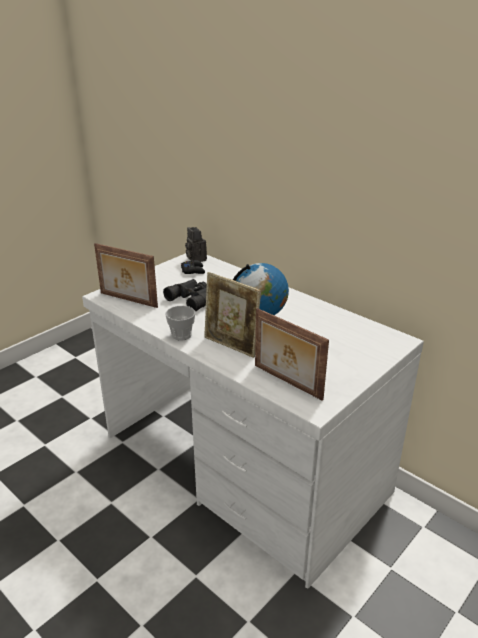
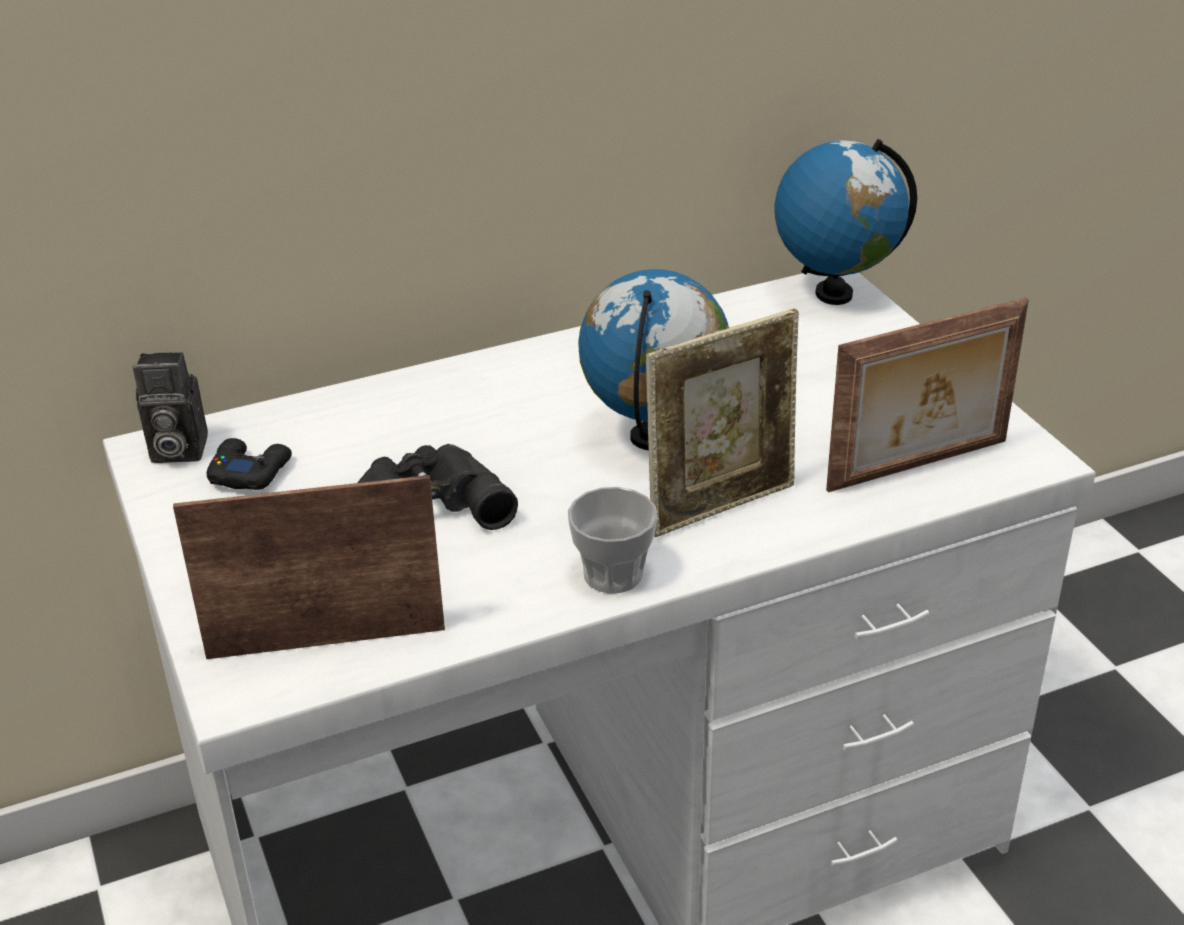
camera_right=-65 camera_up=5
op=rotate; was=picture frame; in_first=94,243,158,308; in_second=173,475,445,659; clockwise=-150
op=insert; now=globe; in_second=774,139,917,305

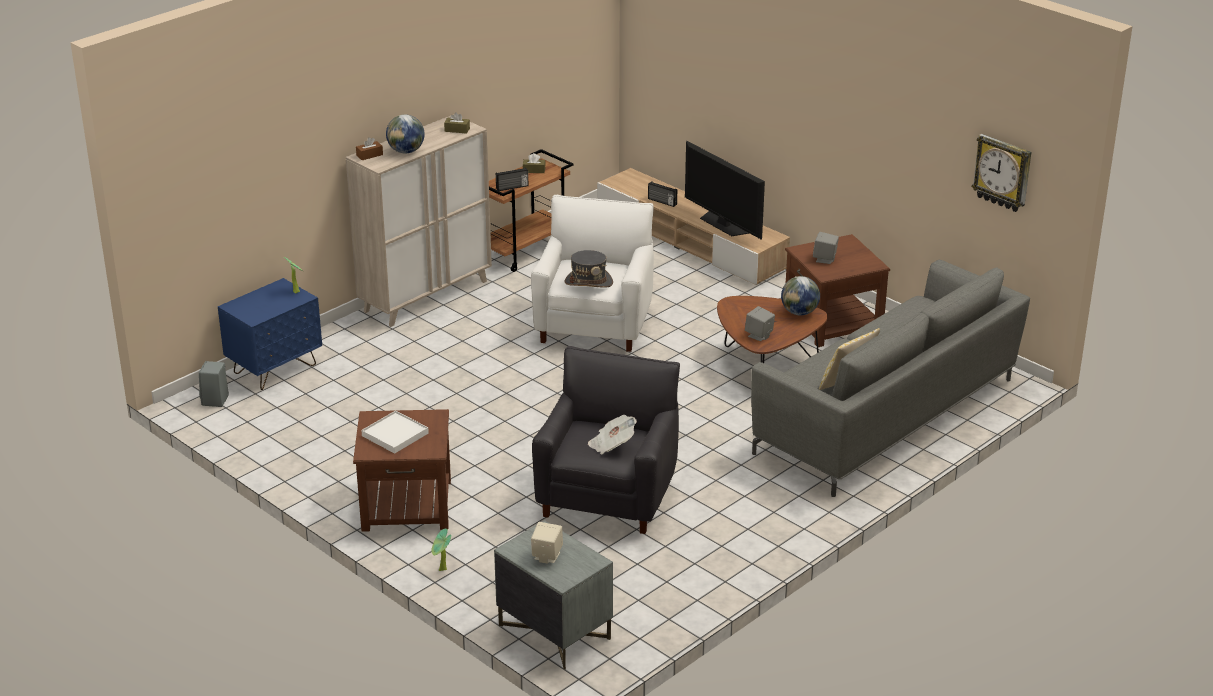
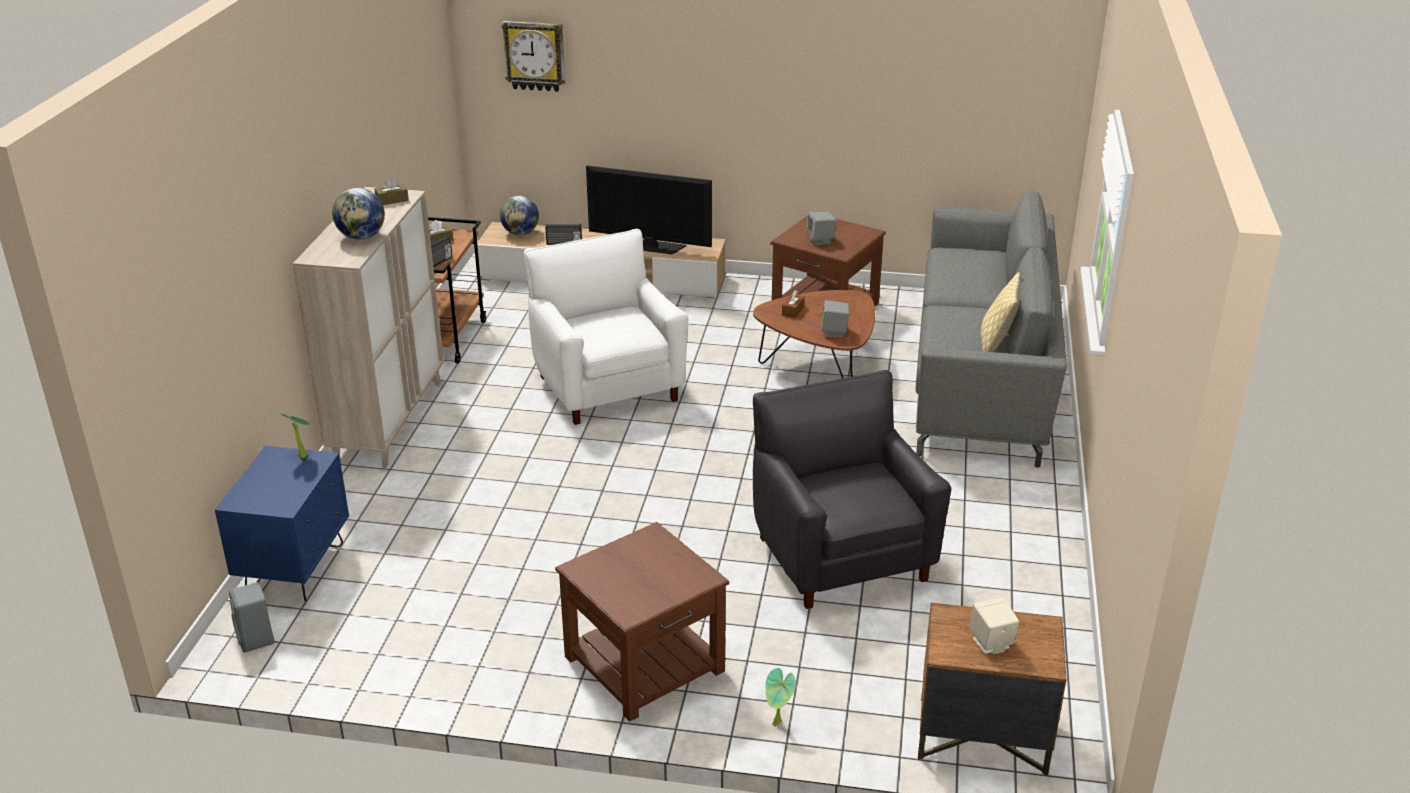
camera_right=-35 camera_up=0
op=move; was=globe; in_first=781,276,820,315; in_second=500,196,539,235
op=move; was=wall clock; in_first=972,134,1031,212; in_second=502,21,565,92
op=move; was=tissue box (brown); in_first=356,137,383,160; in_second=782,290,805,318
op=recolor; was=nightstand (grey); now=nightstand (brown); in_first=494,520,613,670; in_second=918,603,1066,776
op=delete; was=tray (white); in_first=361,410,429,454
op=delete; was=hat (grey); in_first=564,250,613,288
op=delete; was=newspaper; in_first=588,415,637,454

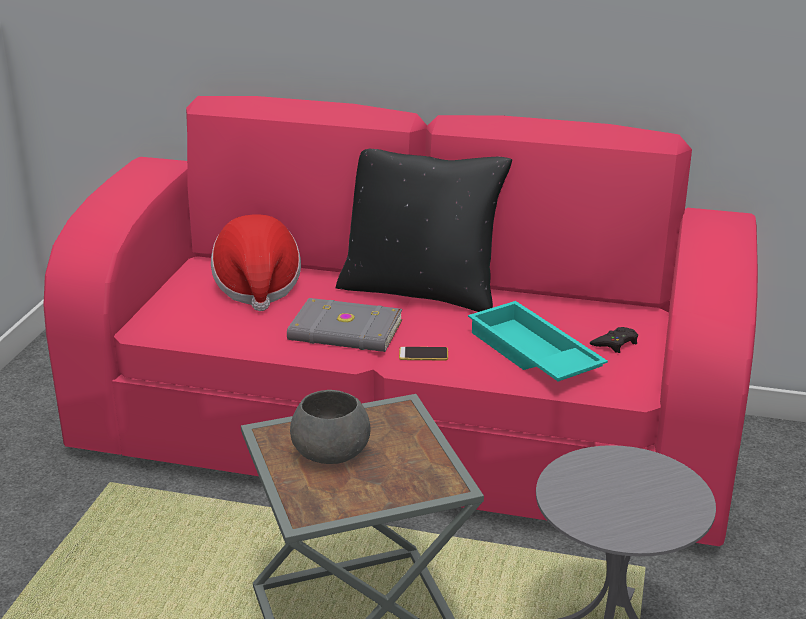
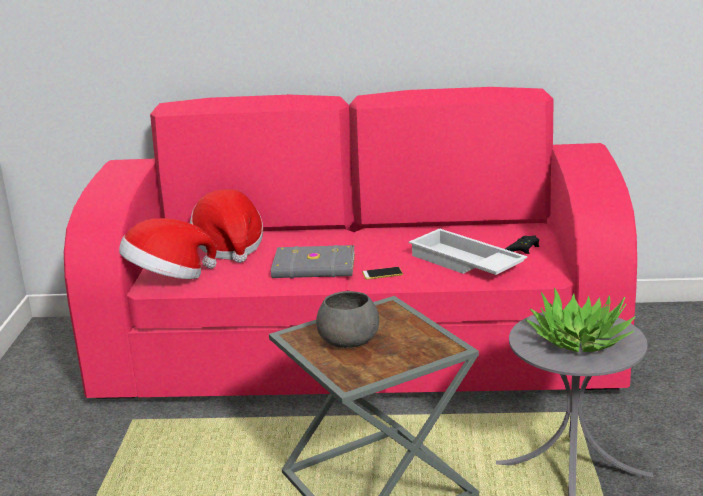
camera_right=-10 camera_up=-5
op=insert; now=hat; in_second=119,218,217,279
op=recolor; was=tray (turquoise); now=tray (white); in_first=468,301,608,382; in_second=408,228,527,275
op=insert; now=potted plant; in_second=526,288,635,352
op=delete; was=pillow (black); in_first=336,149,512,312

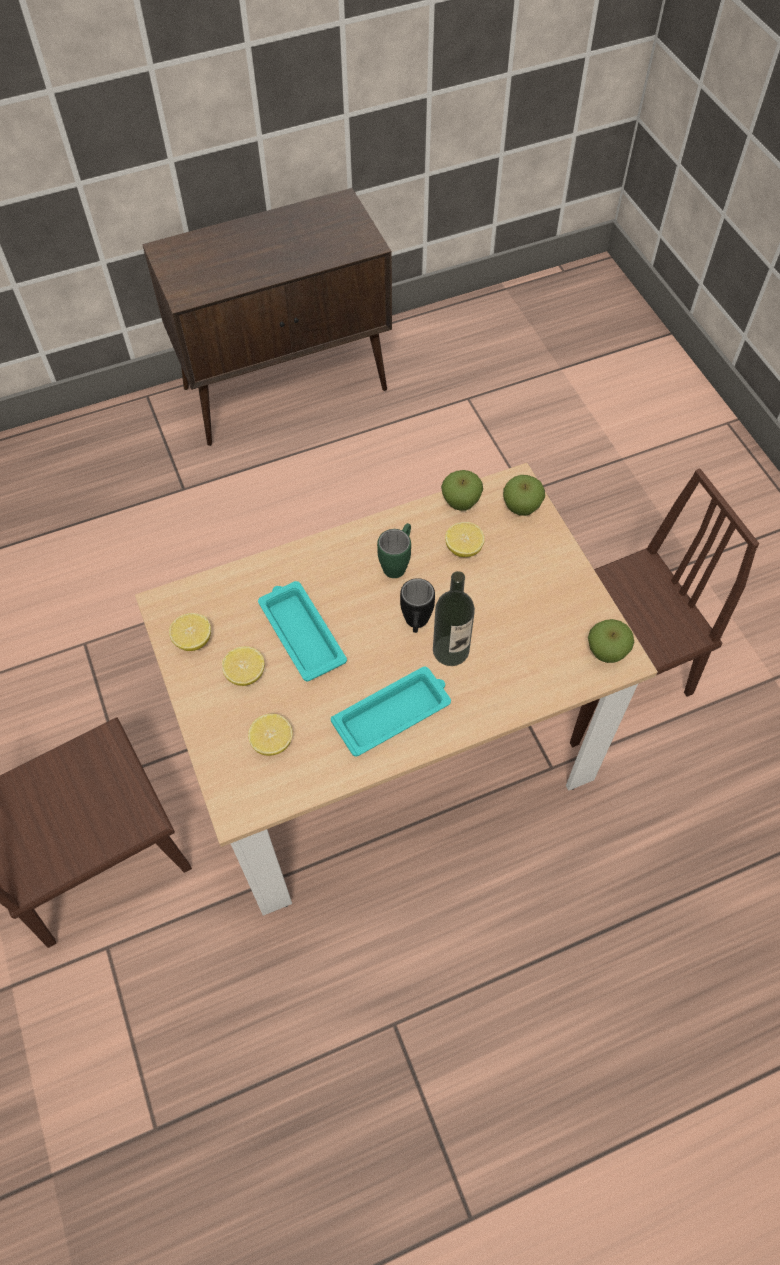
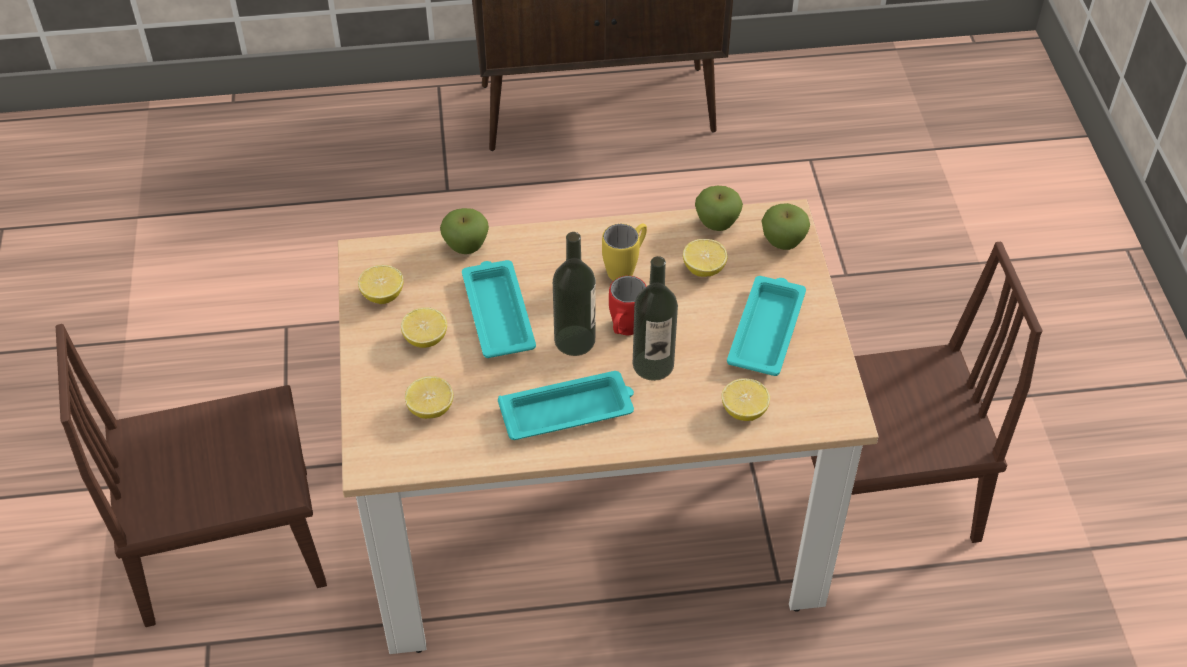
camera_right=15 camera_up=-10
op=move; was=apple; in_first=588,619,634,663; in_second=440,208,489,254
op=insert; now=bottle; in_second=553,232,596,356
op=recolor; was=mug (green); now=mug (yellow); in_first=377,523,411,578; in_second=602,224,647,281
op=recolor; was=mug (black); now=mug (red); in_first=400,578,435,633; in_second=609,276,647,335
op=insert; now=lemon; in_second=721,378,770,421
op=insert; now=tray (turquoise); in_second=727,276,806,376

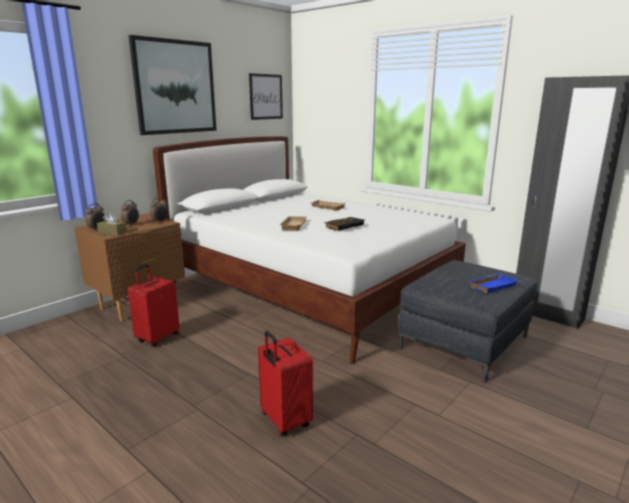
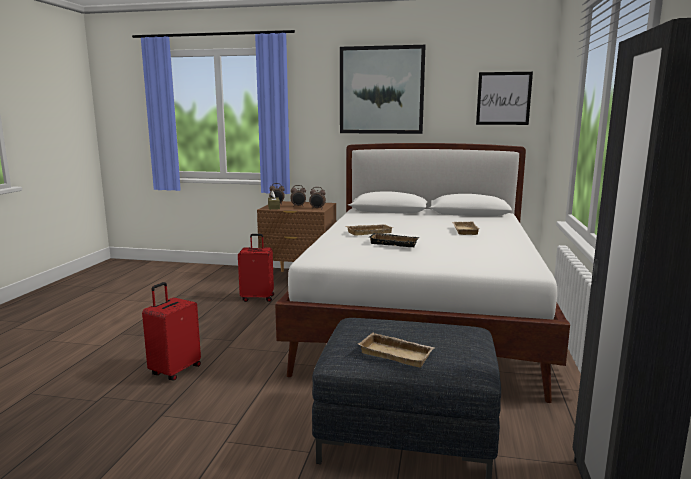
camera_right=60 camera_up=-5
op=recolor; was=tray (blue); now=tray (beige); in_first=469,273,518,293; in_second=358,332,435,368

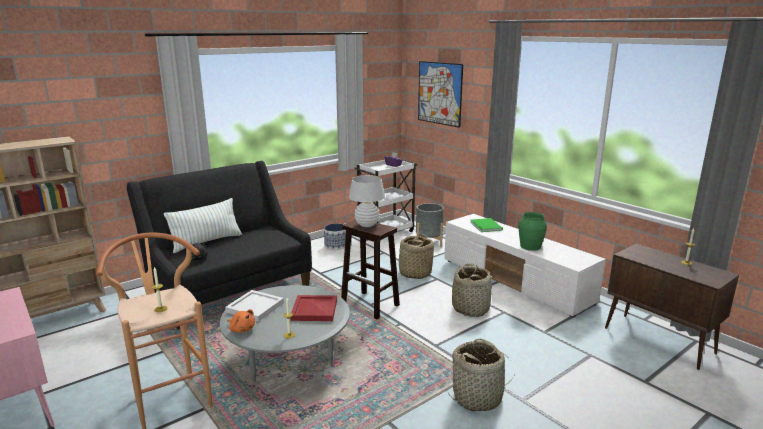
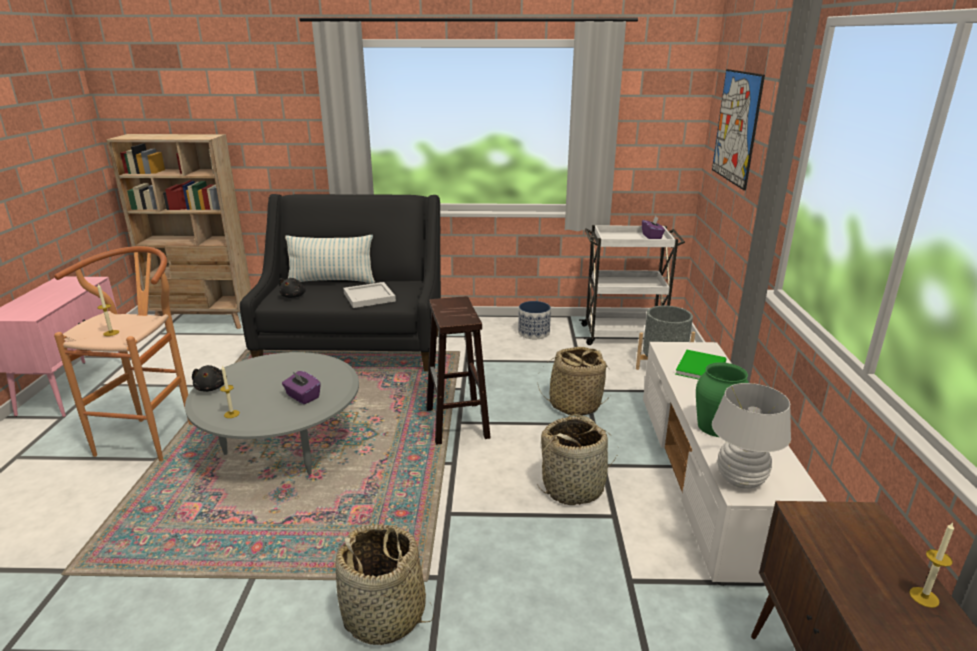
camera_right=40 camera_up=5
op=recolor; was=plush toy (orange); now=plush toy (black); in_first=227,309,255,333; in_second=192,365,227,392
op=replace; was=tray (red); now=tissue box (purple); in_first=290,295,337,321; in_second=282,371,321,404
op=move; was=tray (white); in_first=225,290,284,322; in_second=343,282,396,308
op=move; was=table lamp (white); in_first=349,175,385,227; in_second=712,383,791,488

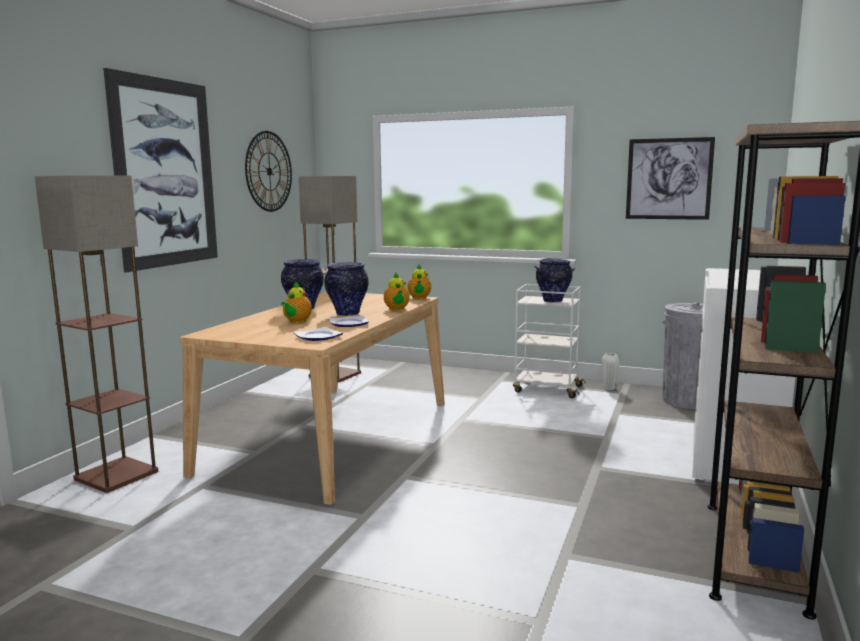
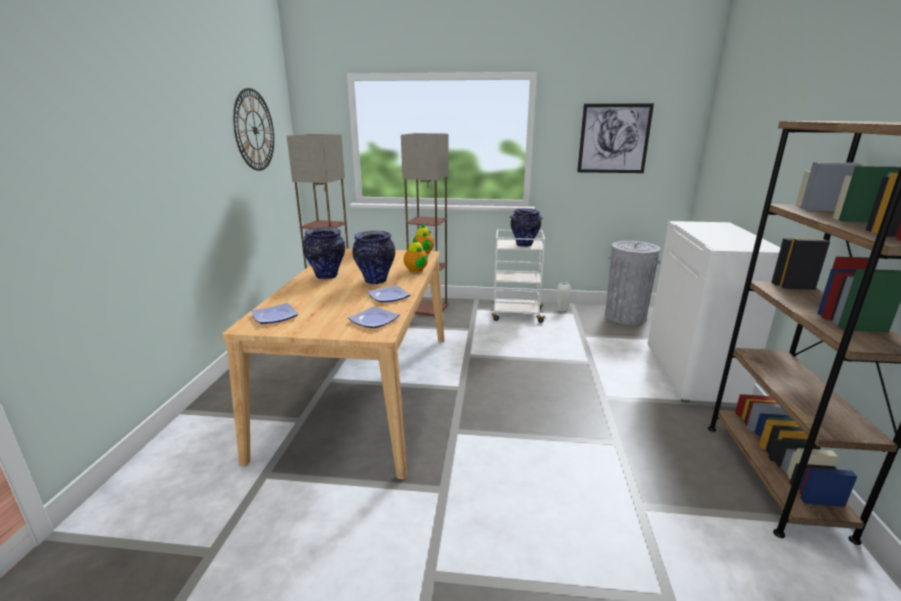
camera_right=-15 camera_up=10
op=insert; now=plate; in_second=252,303,298,324
op=move; was=floor lamp; in_first=35,176,158,493; in_second=401,133,449,316
op=delete; was=picture; in_first=103,68,218,273
op=delete; was=teapot; in_first=281,281,312,323

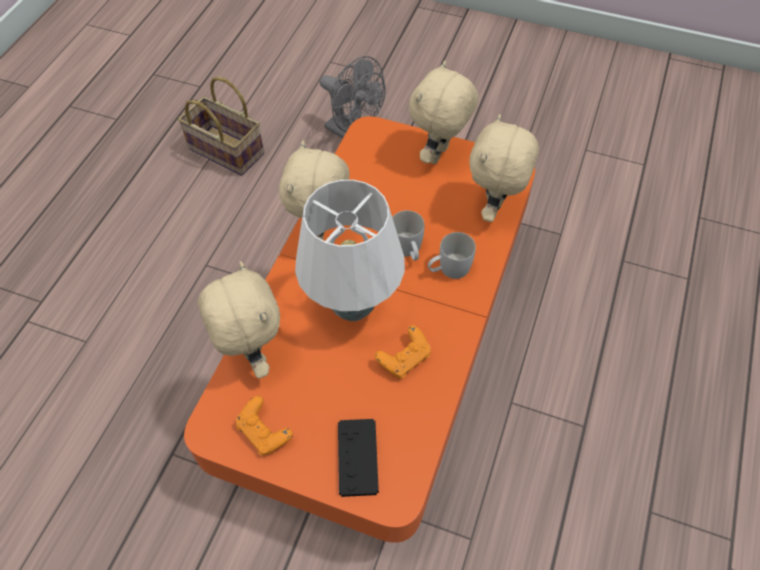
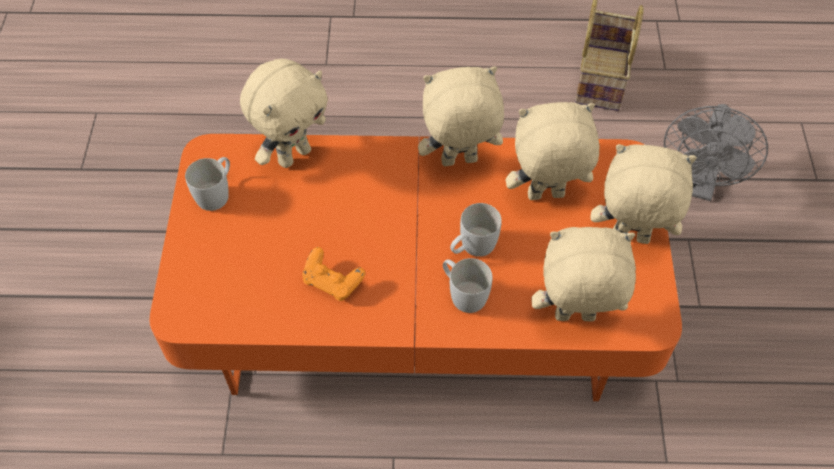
camera_right=70 camera_up=0
op=replace; was=game controller (orange); now=mug (white); in_first=236,396,293,456; in_second=185,157,230,211
op=insert; now=plush toy (beige); in_second=506,102,599,200
op=delete; was=table lamp (white); in_first=295,180,405,321
op=delete; was=game controller (black); in_first=338,419,379,497

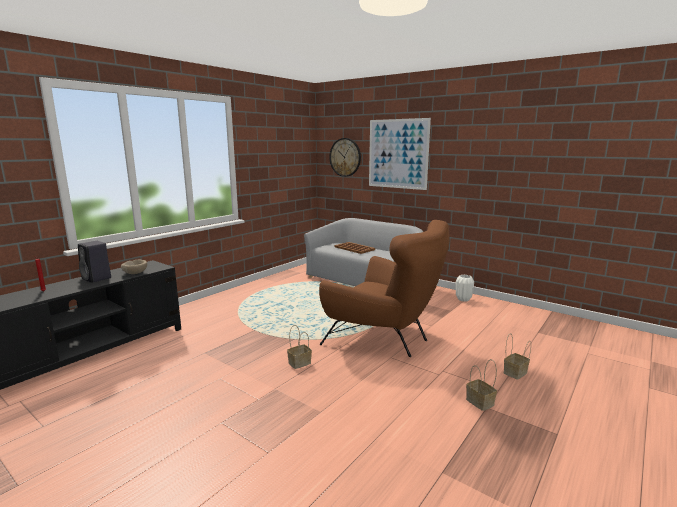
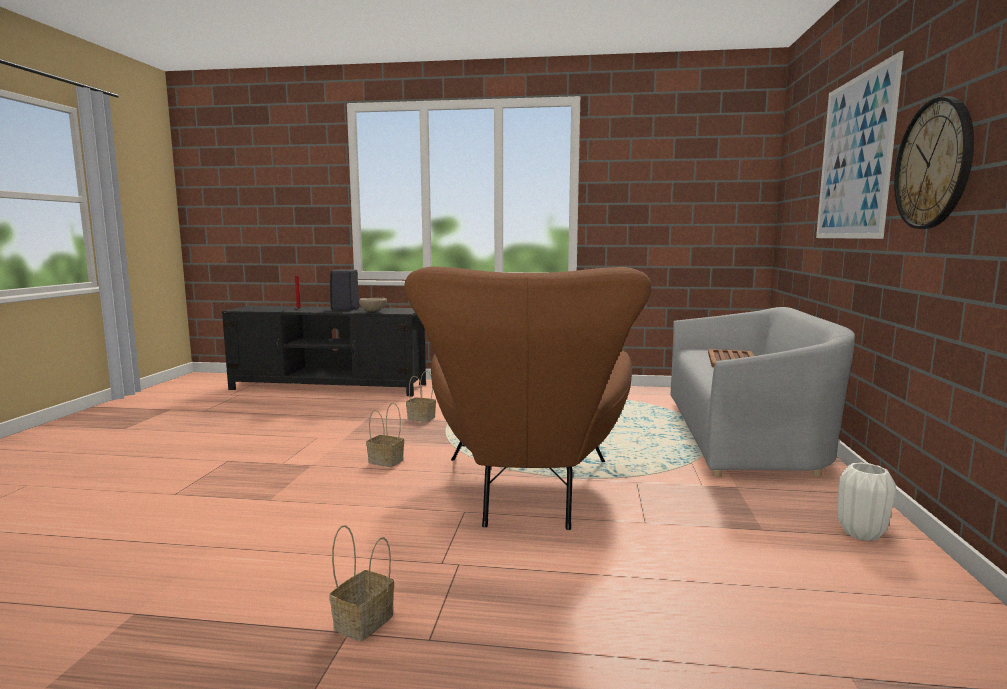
camera_right=60 camera_up=-5
op=move; was=basket; in_first=504,333,531,380; in_second=406,371,436,422
op=move; was=wall clock; in_first=329,138,361,177; in_second=894,96,974,229

